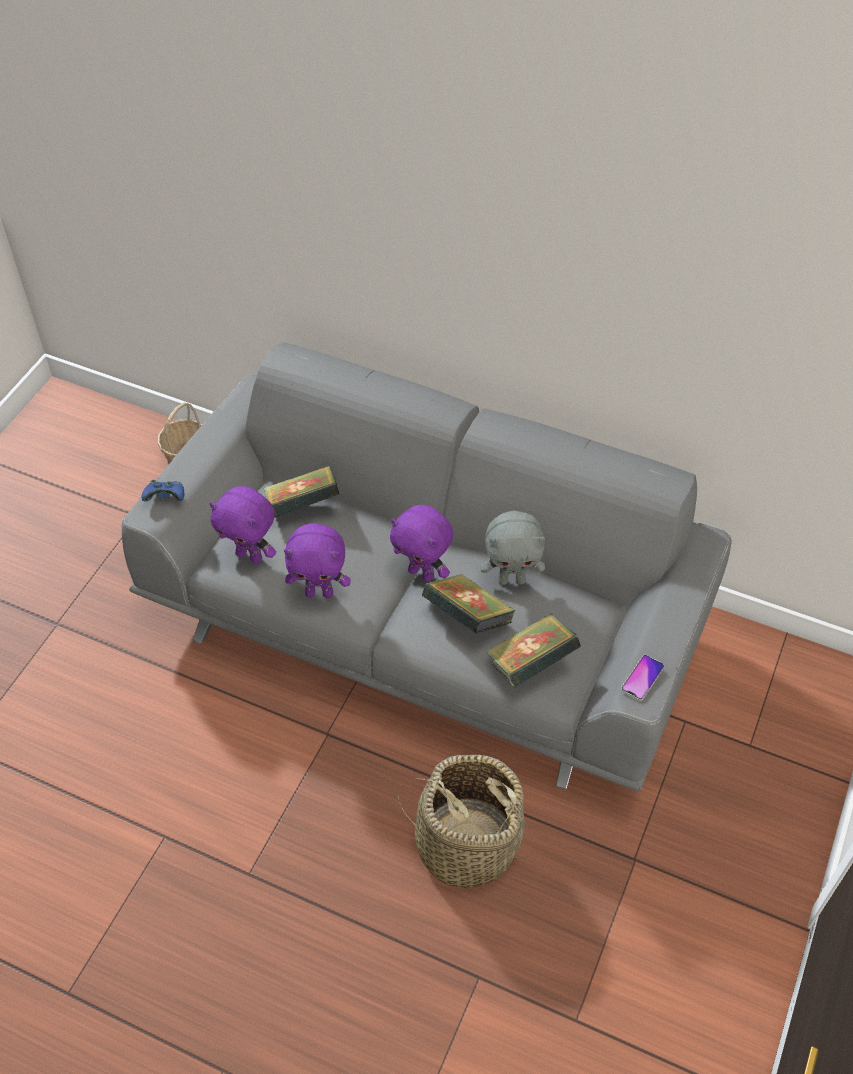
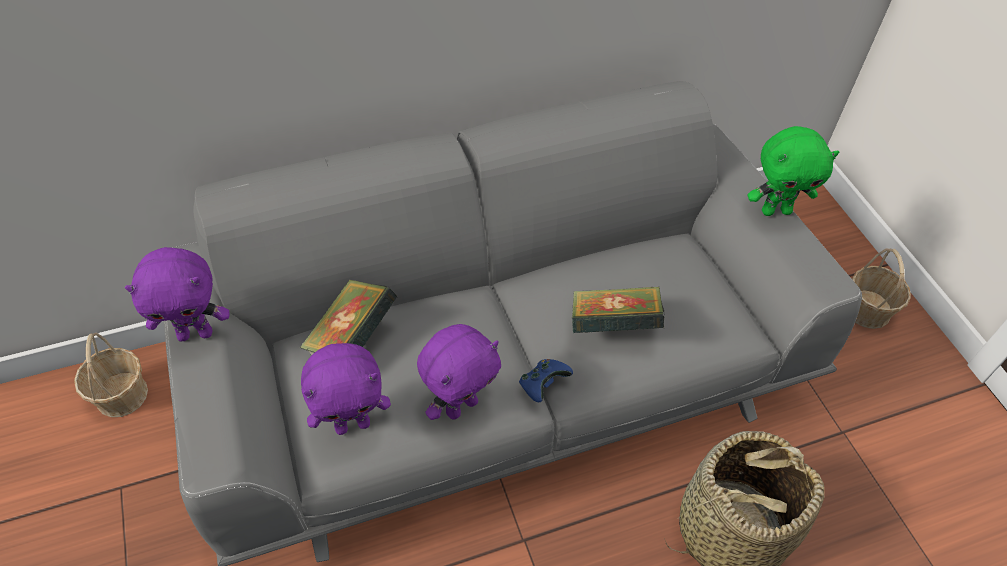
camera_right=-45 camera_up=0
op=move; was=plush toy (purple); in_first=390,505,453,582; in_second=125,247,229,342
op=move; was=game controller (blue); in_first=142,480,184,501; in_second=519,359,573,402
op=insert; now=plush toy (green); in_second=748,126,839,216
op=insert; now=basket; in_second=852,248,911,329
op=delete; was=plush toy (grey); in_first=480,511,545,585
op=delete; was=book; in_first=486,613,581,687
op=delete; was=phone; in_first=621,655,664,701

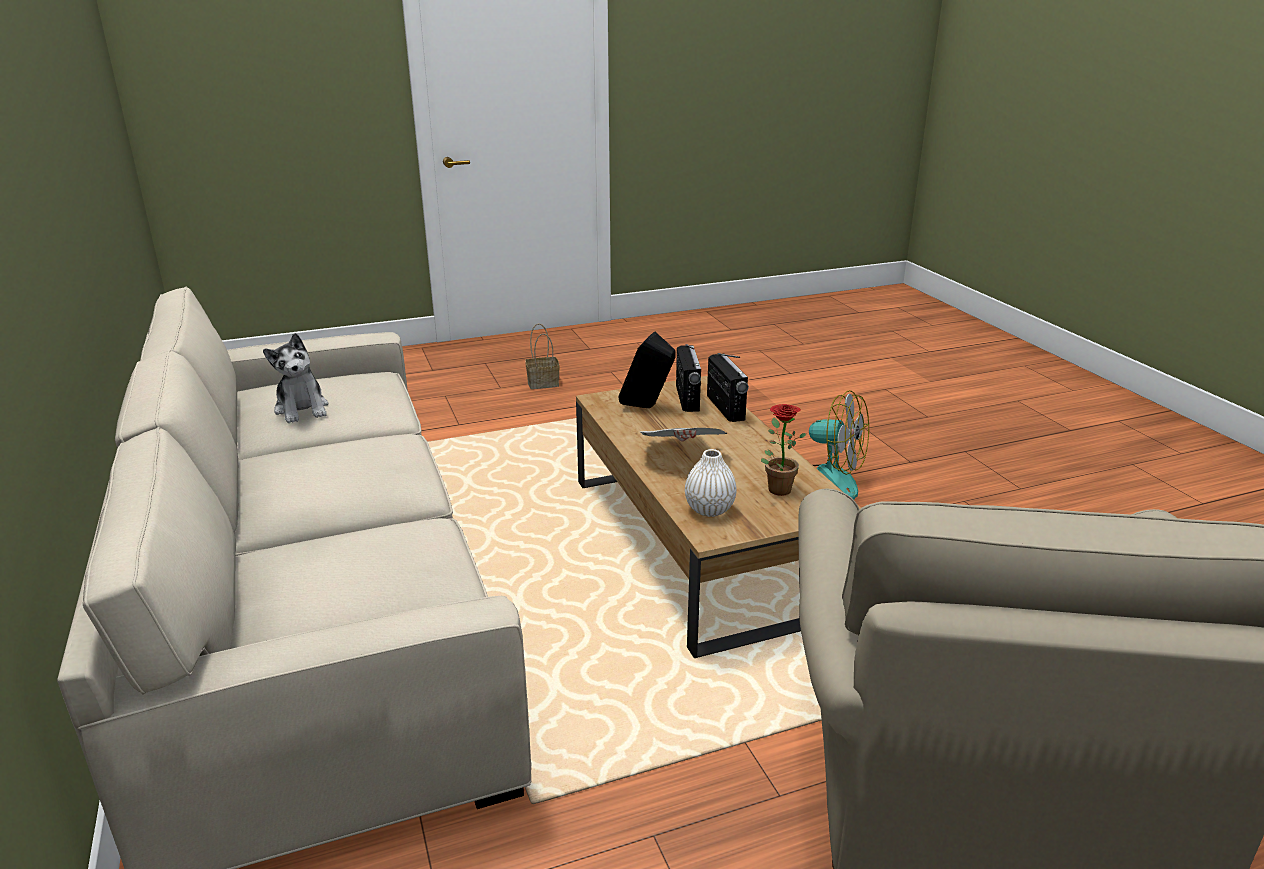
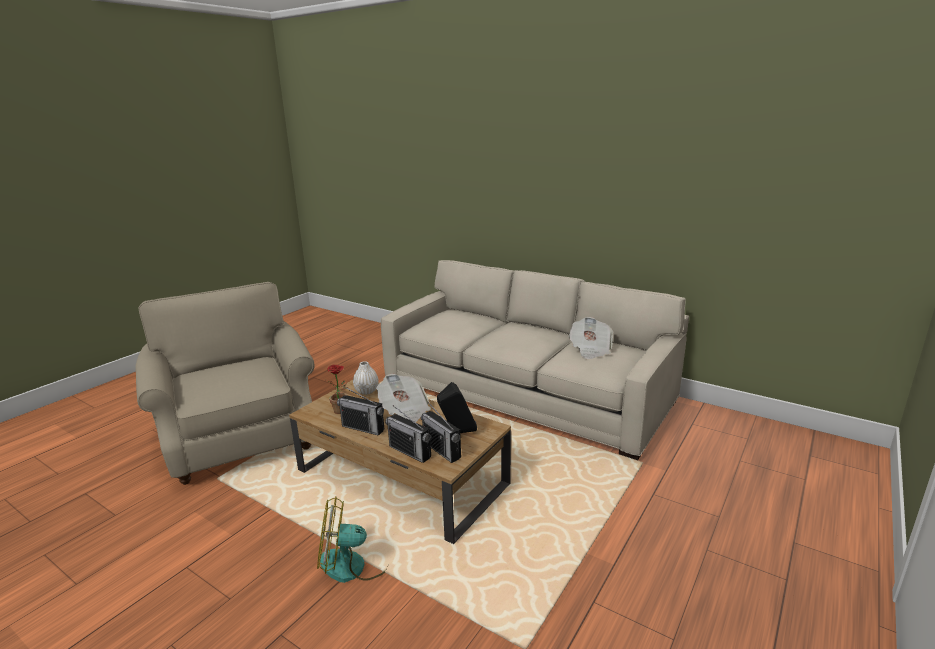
camera_right=145 camera_up=-5
op=insert; now=radio; in_second=337,386,384,436
op=replace; was=plush toy; now=newspaper; in_first=263,333,328,423; in_second=569,317,613,359
op=delete; was=basket; in_first=525,323,560,389

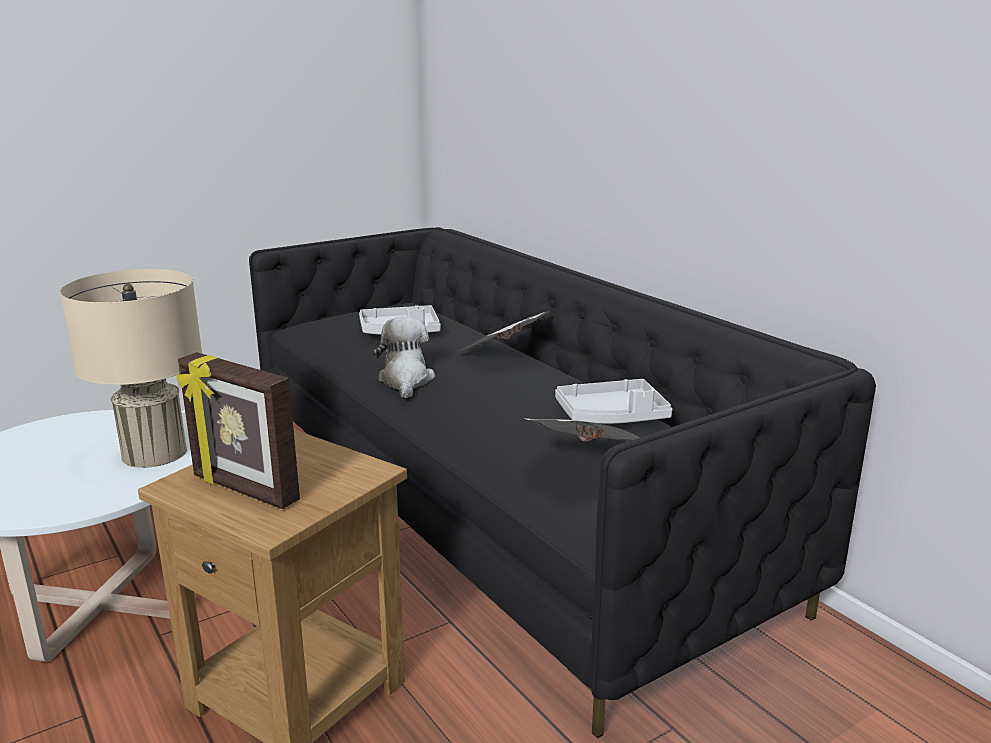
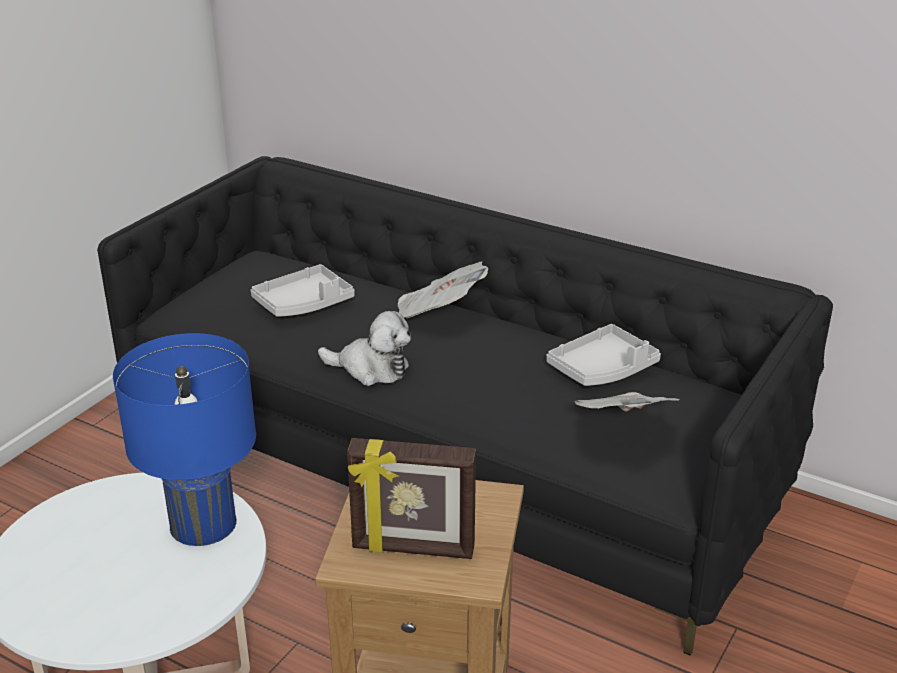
camera_right=-25 camera_up=10
op=recolor; was=table lamp (beige); now=table lamp (blue); in_first=60,269,202,468; in_second=113,333,256,546
op=rotate; was=plush toy; in_first=373,317,435,398; in_second=318,311,411,386; clockwise=135

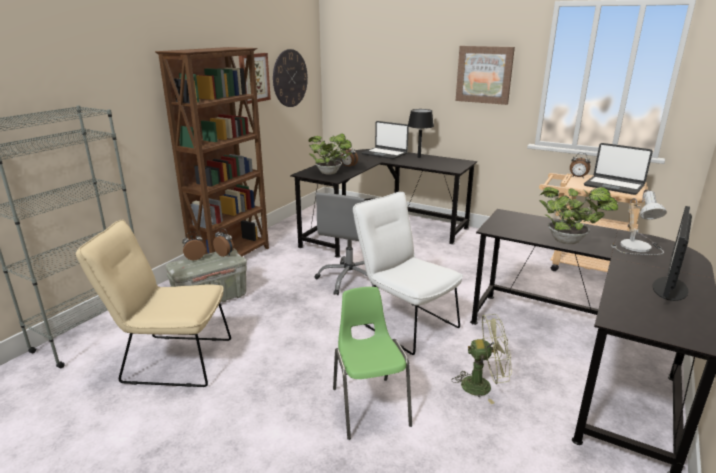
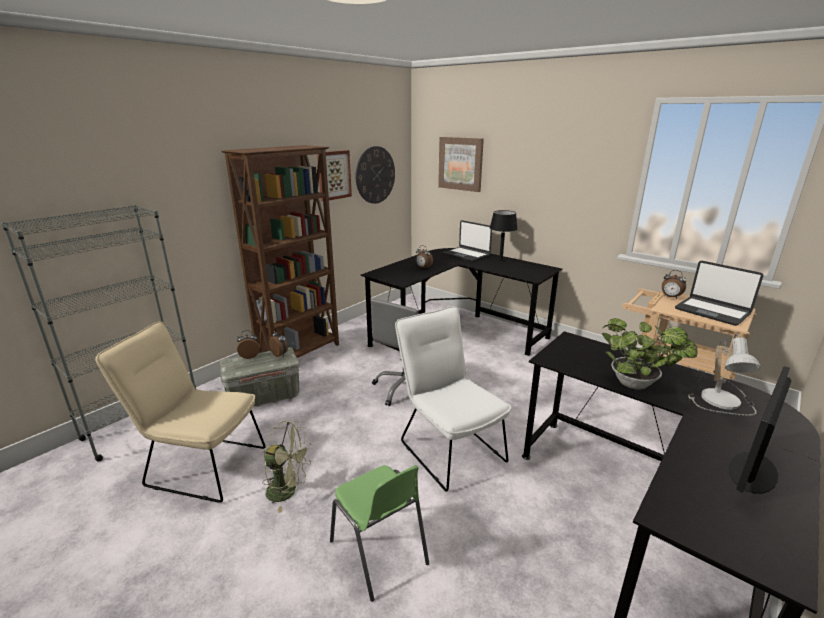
camera_right=10 camera_up=0
op=move; was=fan (green); in_first=452,314,512,404; in_second=262,420,311,513
op=rotate; was=chair (green); in_first=333,287,412,440; in_second=330,465,429,602; clockwise=150
op=move; was=picture; in_first=456,46,515,105; in_second=438,137,484,192
op=delete; was=potted plant; in_first=309,133,352,175

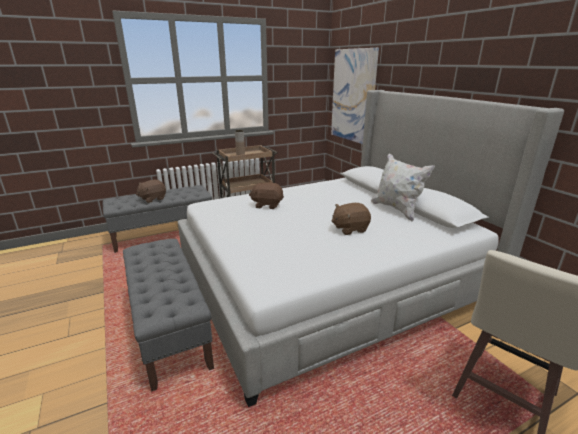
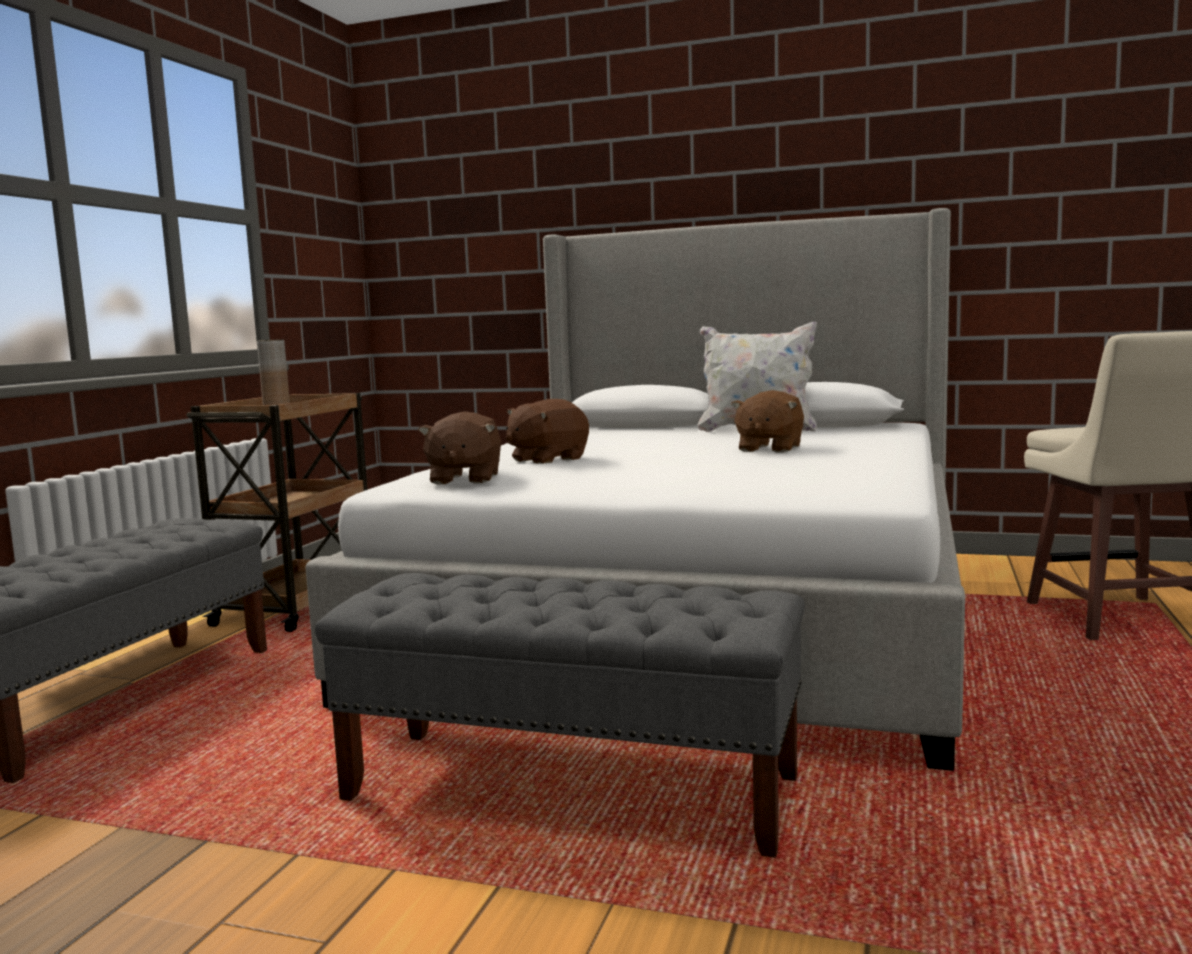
camera_right=-45 camera_up=-15
op=move; was=plush toy (brown); in_first=136,180,166,203; in_second=418,411,501,484
op=delete; was=picture; in_first=331,48,379,144

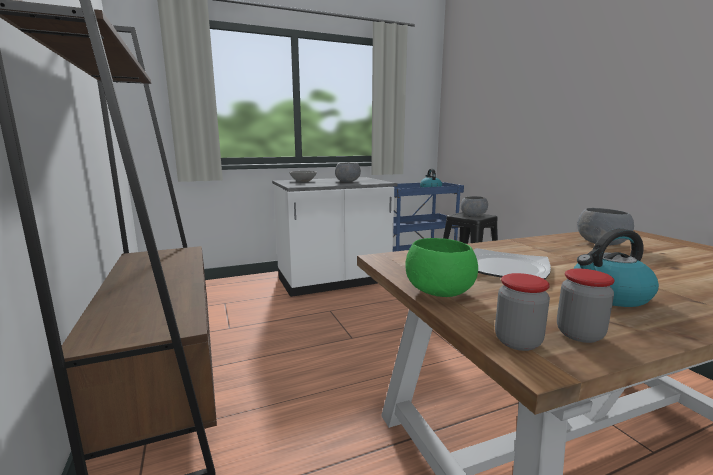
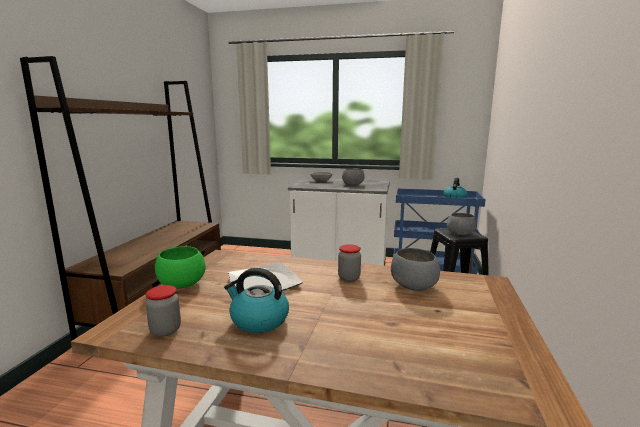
camera_right=35 camera_up=0
op=move; was=jar; in_first=495,273,550,351; in_second=338,244,361,282

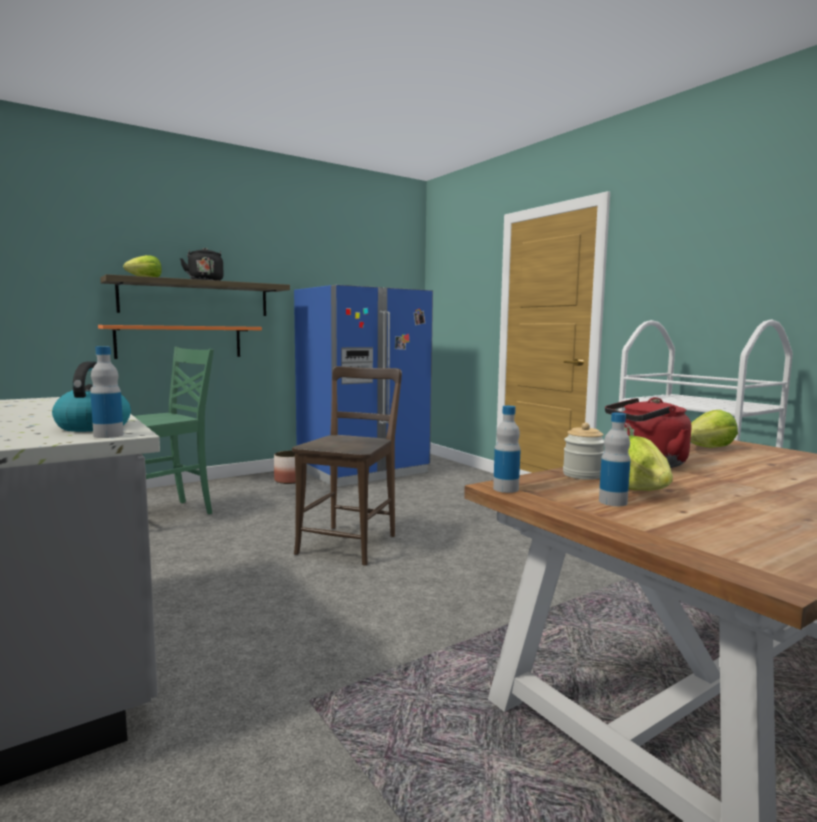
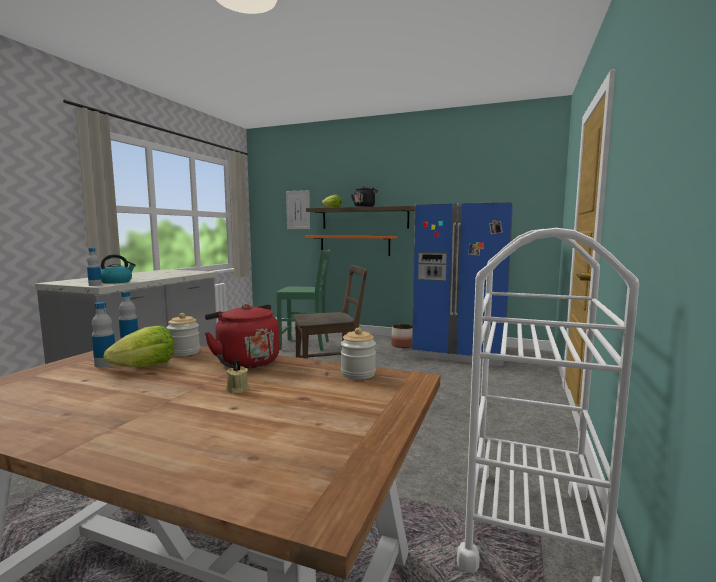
camera_right=55 camera_up=0
op=insert; now=candle (beige); in_second=226,360,249,394
op=insert; now=picture; in_second=286,190,310,229
op=replace; was=lettuce; now=jar; in_first=690,410,738,448; in_second=341,328,376,379

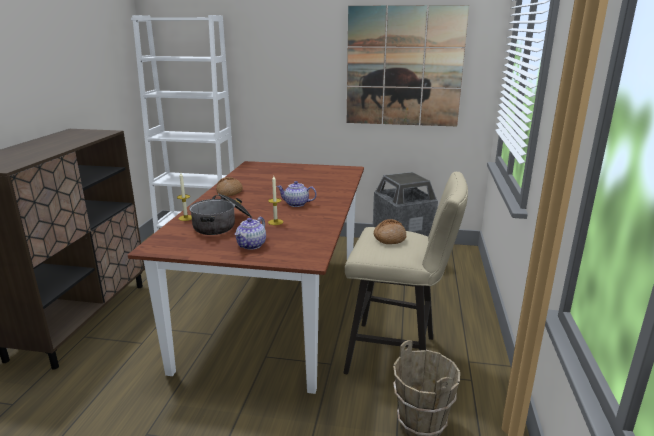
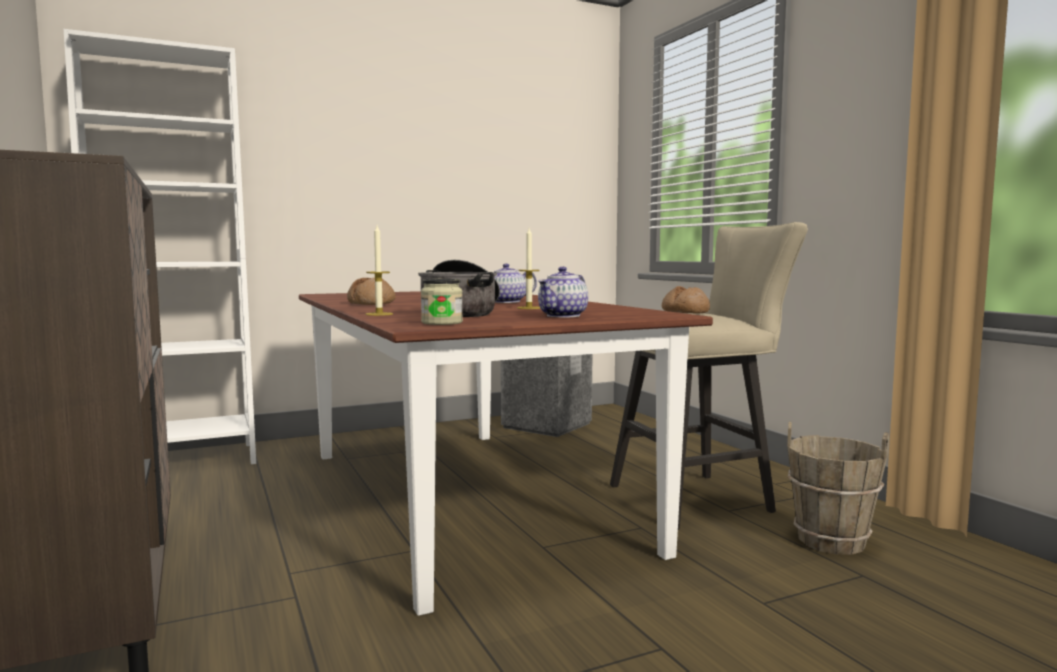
camera_right=-35 camera_up=-15
op=insert; now=jar; in_second=421,279,463,325
op=rotate; was=teapot; in_first=235,217,266,250; in_second=538,267,588,318; clockwise=45
op=delete; was=picture; in_first=347,5,469,126

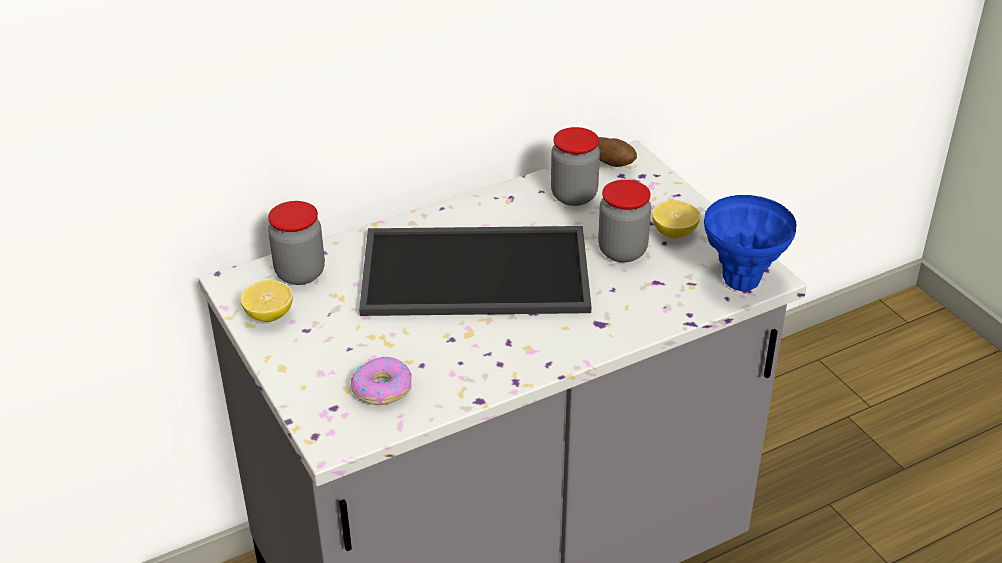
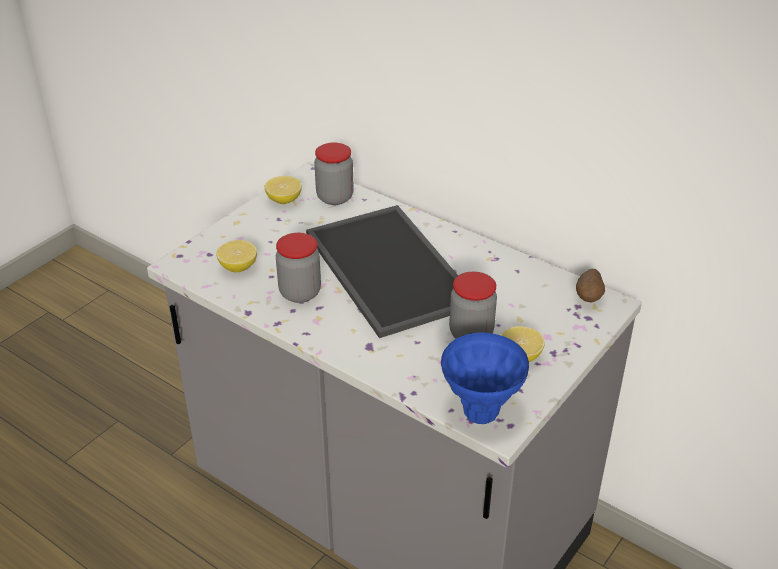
camera_right=65 camera_up=0
op=replace; was=donut; now=lemon; in_first=351,356,412,405; in_second=216,240,257,272
op=move; was=jar; in_first=551,127,600,206; in_second=276,233,321,303

